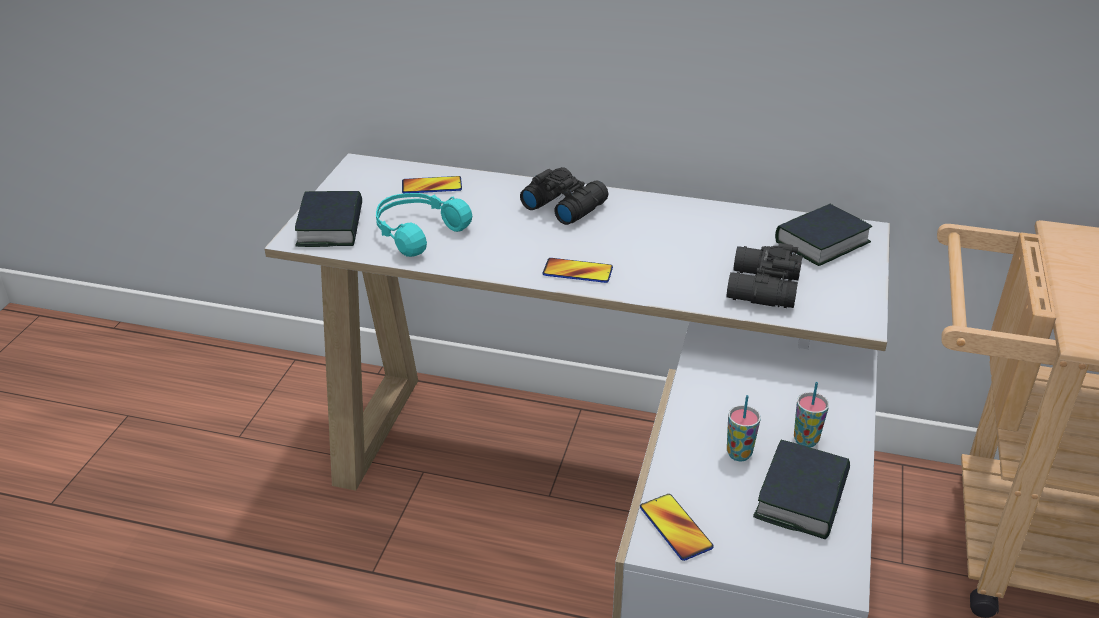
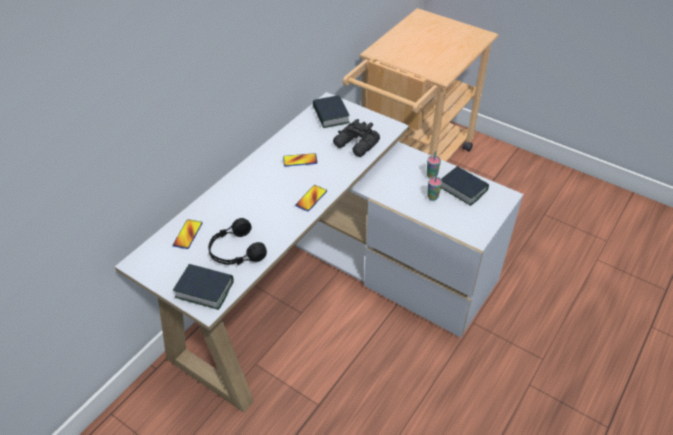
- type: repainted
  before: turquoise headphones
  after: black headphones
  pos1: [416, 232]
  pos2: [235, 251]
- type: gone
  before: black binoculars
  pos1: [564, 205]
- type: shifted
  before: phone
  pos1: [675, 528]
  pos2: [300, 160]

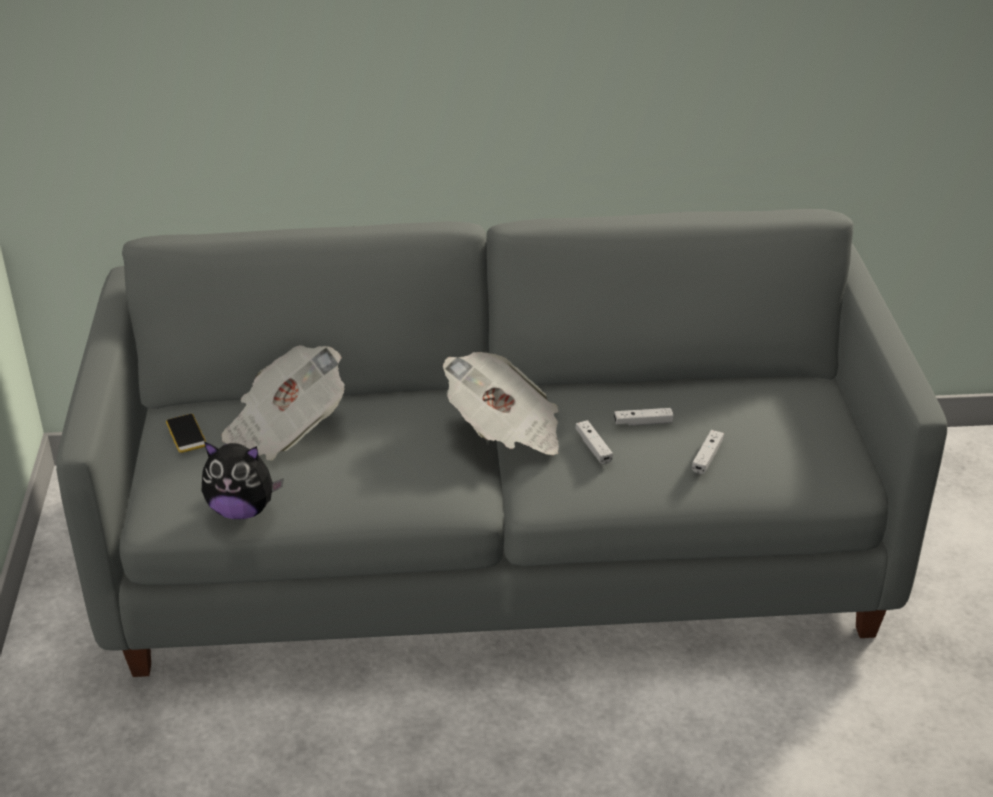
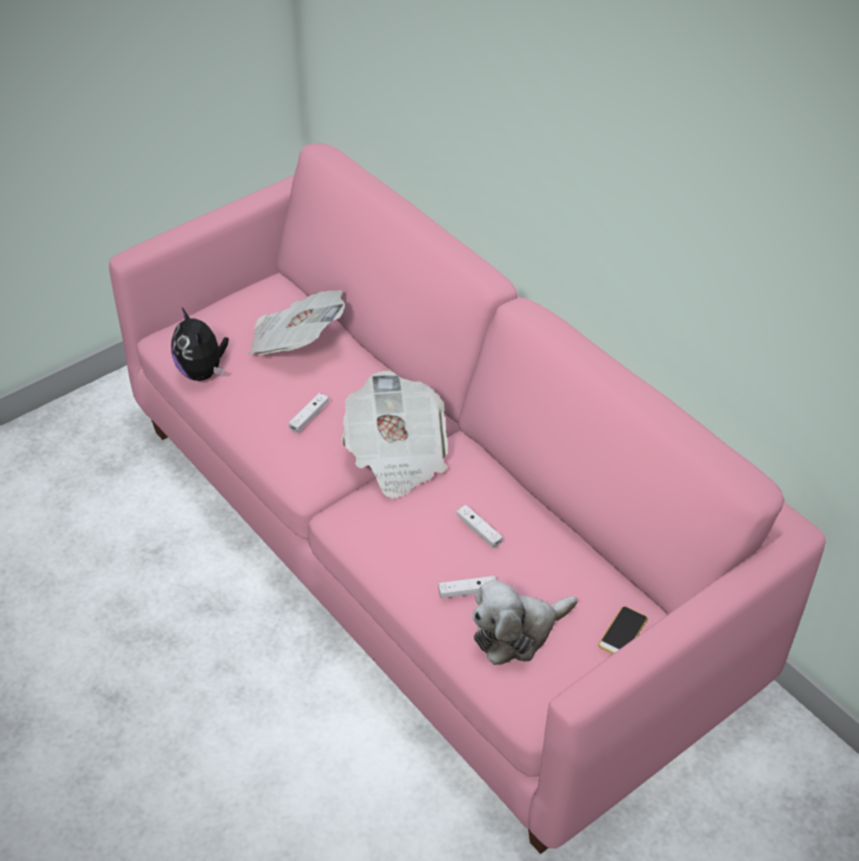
- type: repainted
  before: grey sofa
  after: pink sofa
  pos1: [497, 551]
  pos2: [430, 550]
- type: shifted
  before: phone
  pos1: [186, 434]
  pos2: [623, 632]
- type: shifted
  before: white game controller
  pos1: [593, 447]
  pos2: [309, 417]
- type: new
  after: plush toy
  pos2: [517, 632]

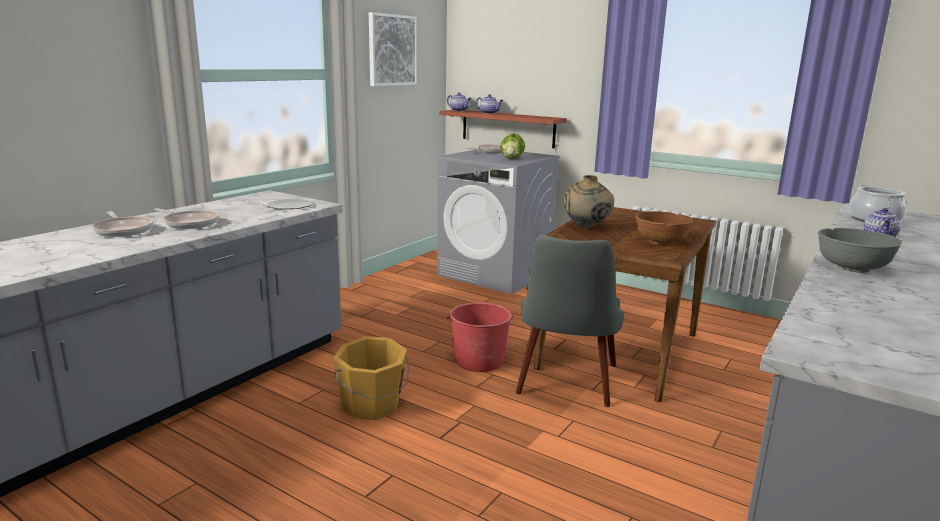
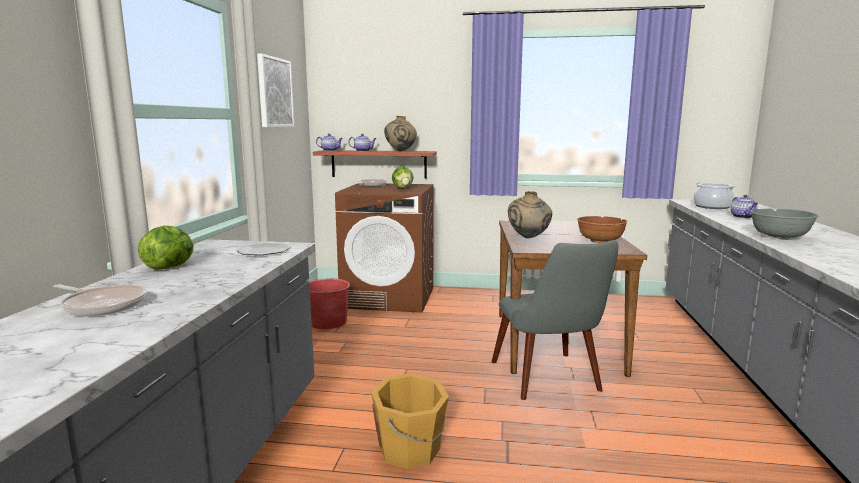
- type: gone
  before: frying pan
  pos1: [189, 223]
- type: repainted
  before: grey washing machine
  after: brown washing machine
  pos1: [495, 274]
  pos2: [389, 297]
- type: shifted
  before: red bucket
  pos1: [479, 360]
  pos2: [327, 322]
- type: new
  after: lettuce
  pos2: [170, 267]
- type: new
  after: beige vase
  pos2: [400, 151]

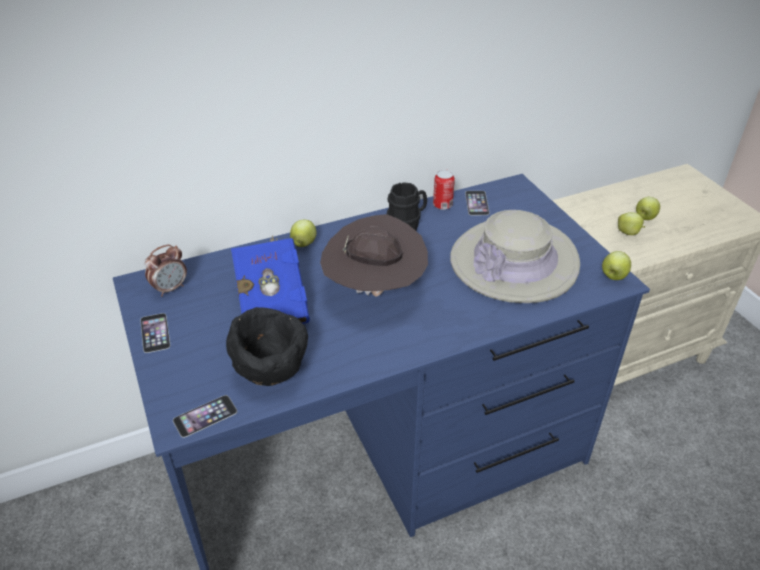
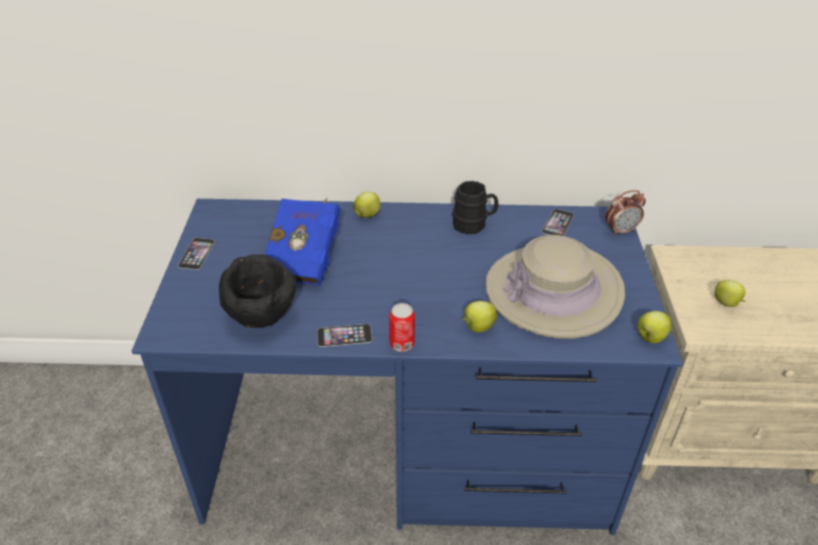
- type: shifted
  before: alarm clock
  pos1: [170, 288]
  pos2: [620, 231]
- type: shifted
  before: phone
  pos1: [205, 416]
  pos2: [344, 335]
- type: gone
  before: brown hat
  pos1: [375, 289]
- type: shifted
  before: can
  pos1: [442, 205]
  pos2: [402, 344]
- type: shifted
  before: apple
  pos1: [645, 217]
  pos2: [478, 327]

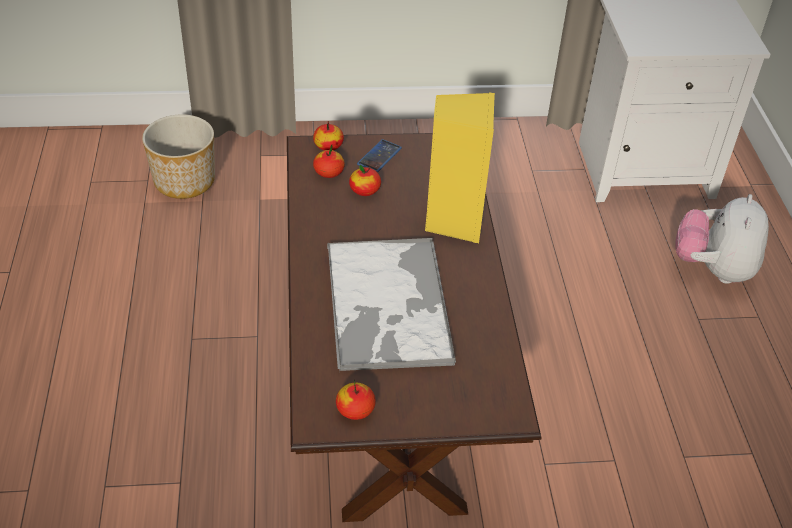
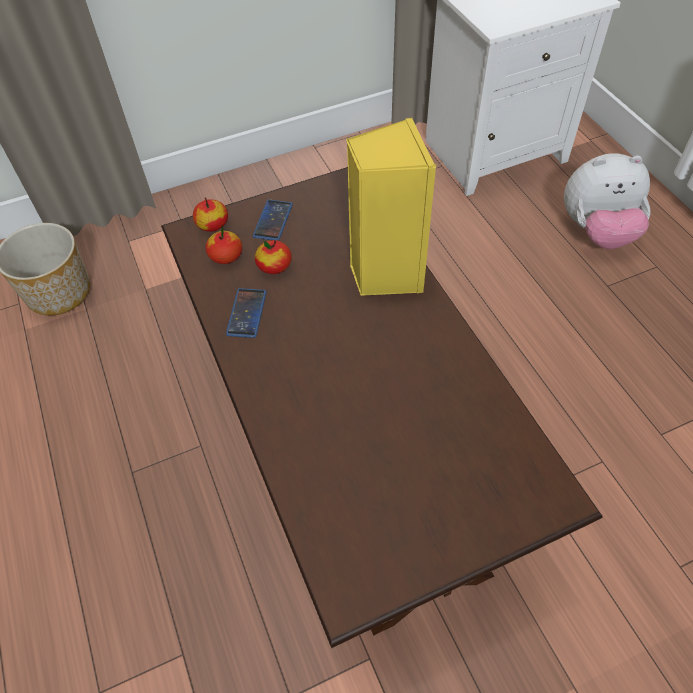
- type: gone
  before: tray
  pos1: [388, 305]
- type: gone
  before: apple
  pos1: [355, 410]
- type: rotated
  before: plush toy
  pos1: [713, 269]
  pos2: [597, 232]
  turn: -90
- type: new
  after: phone
  pos2: [246, 313]

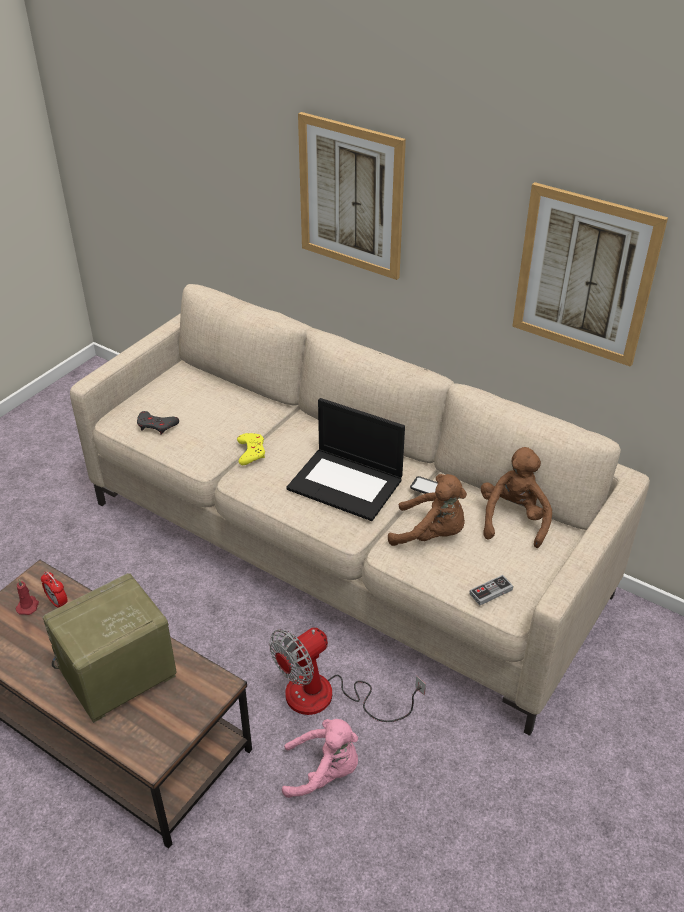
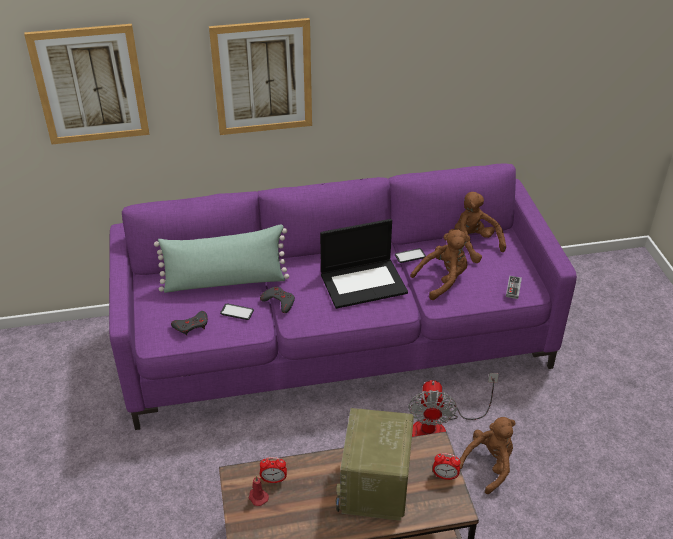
- type: repainted
  before: beige sofa
  after: purple sofa
  pos1: [342, 548]
  pos2: [336, 343]
- type: repainted
  before: yellow game controller
  after: grey game controller
  pos1: [251, 451]
  pos2: [279, 301]
- type: repainted
  before: pink plush toy
  after: brown plush toy
  pos1: [324, 771]
  pos2: [488, 465]
- type: shifted
  before: picture
  pos1: [584, 275]
  pos2: [90, 85]
- type: new
  after: green pillow
  pos2: [225, 281]
- type: new
  after: phone
  pos2: [237, 312]
- type: new
  after: alarm clock
  pos2: [445, 476]

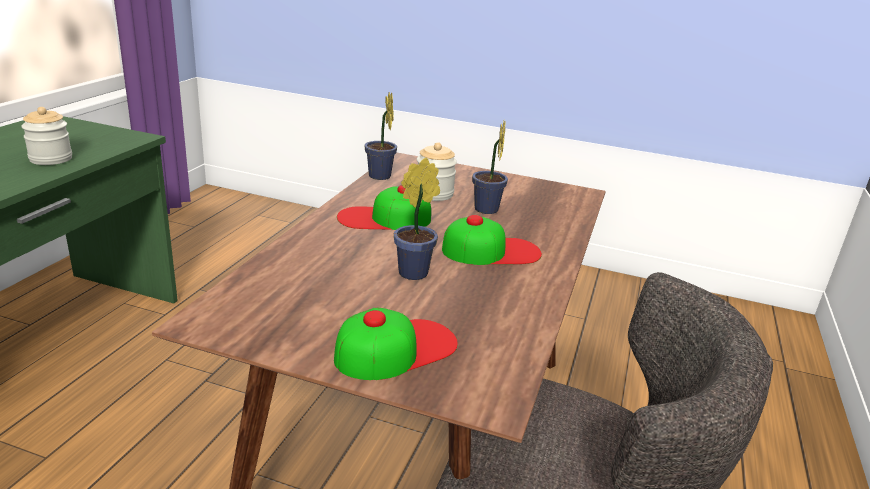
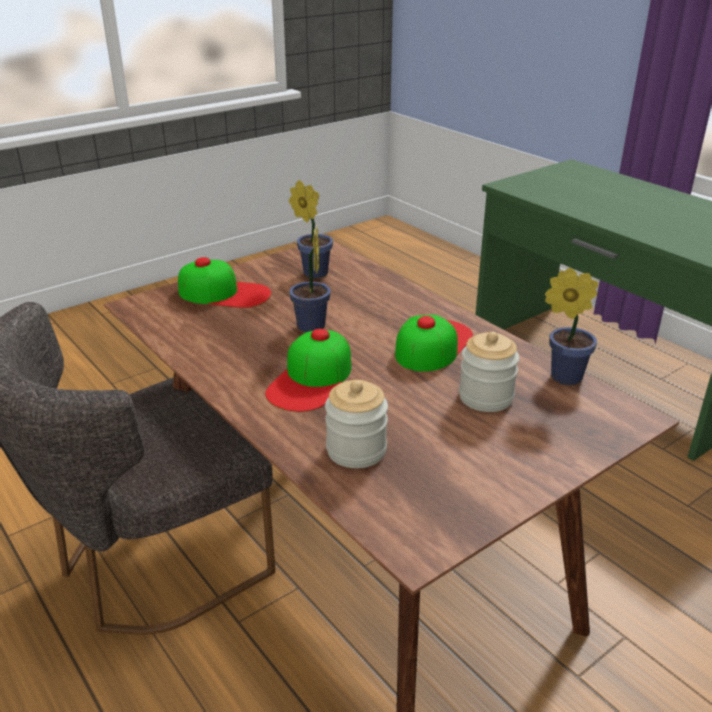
- type: shifted
  before: jar
  pos1: [51, 159]
  pos2: [356, 450]
- type: rotated
  before: cap
  pos1: [396, 348]
  pos2: [224, 293]
  turn: -75
- type: shifted
  before: potted plant
  pos1: [486, 211]
  pos2: [313, 272]

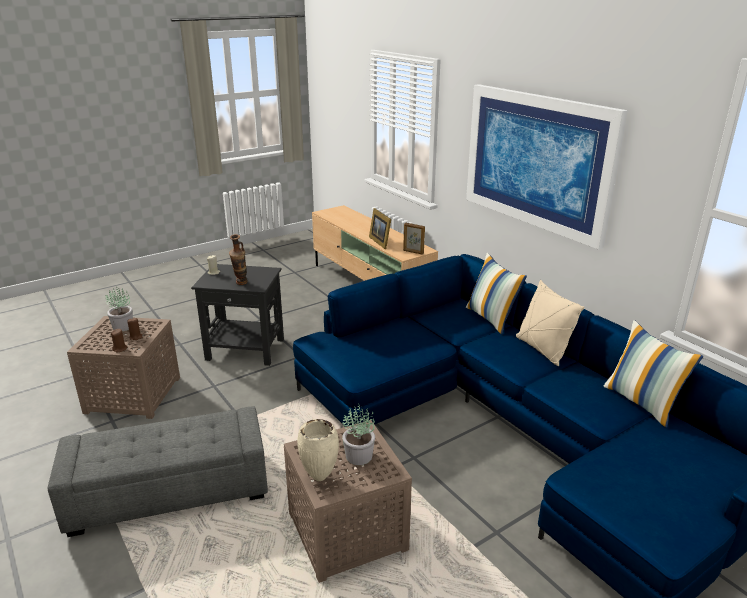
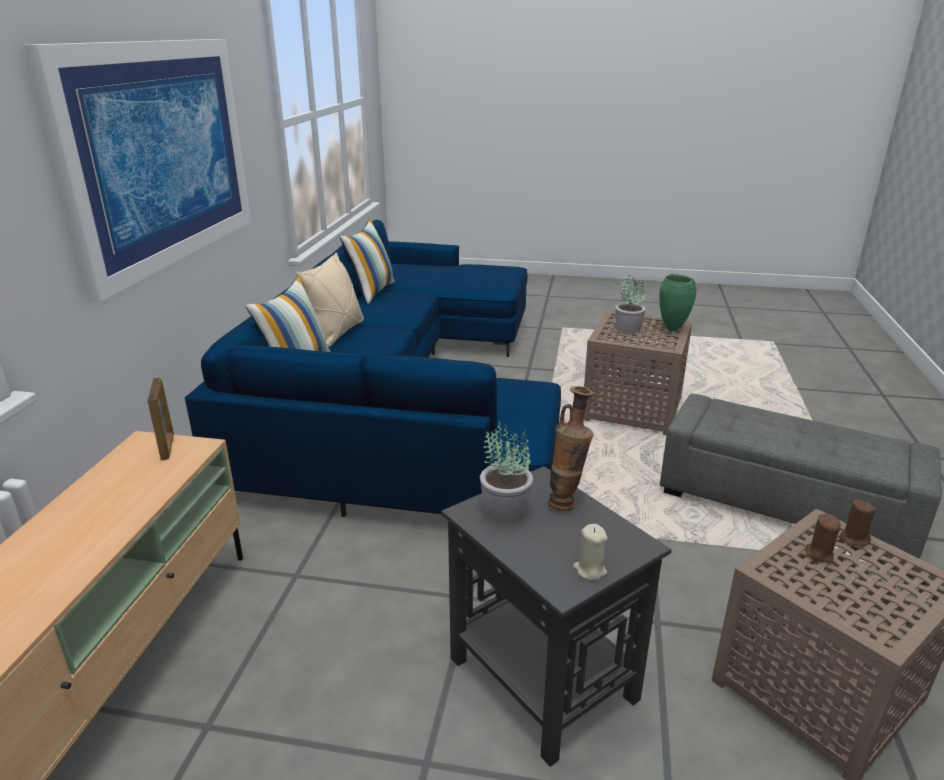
- type: shifted
  before: potted plant
  pos1: [123, 326]
  pos2: [504, 510]
- type: repainted
  before: beige vase
  after: green vase
  pos1: [319, 478]
  pos2: [673, 329]
- type: gone
  before: picture frame
  pos1: [381, 242]

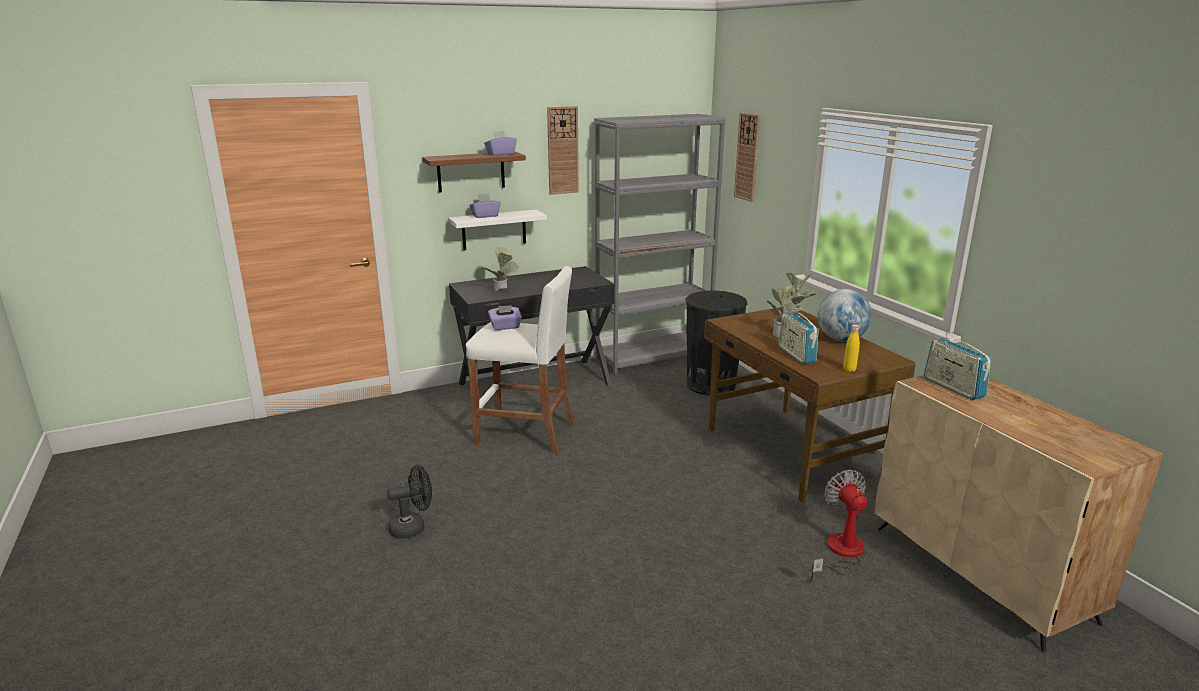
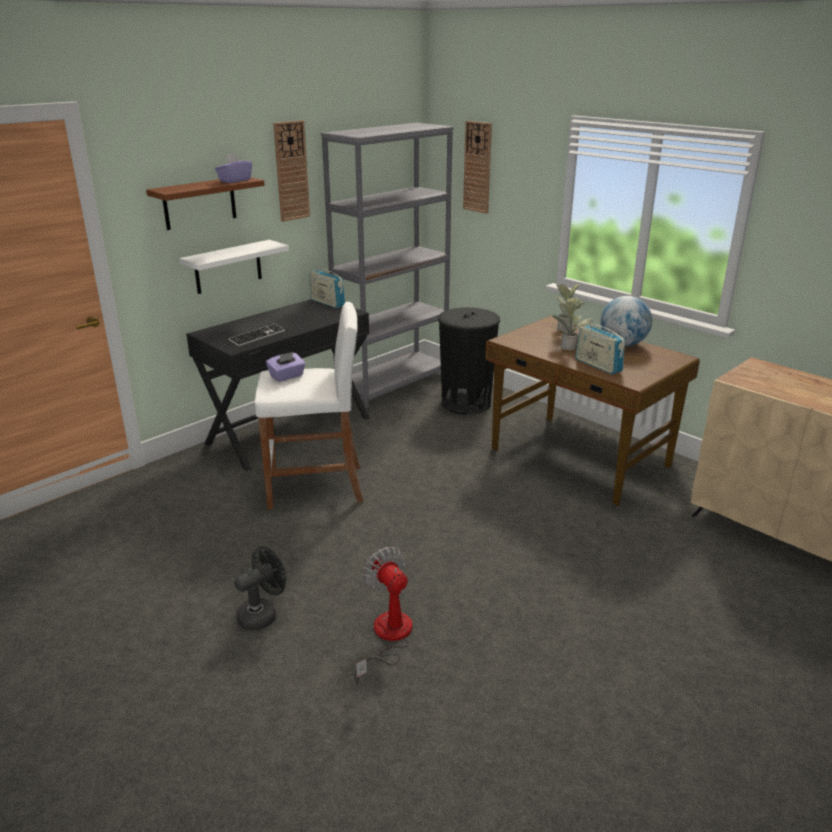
- type: gone
  before: purple tissue box
  pos1: [485, 216]
- type: swapped
  before: potted plant
  after: keyboard
  pos1: [502, 292]
  pos2: [257, 336]
- type: shifted
  before: fan
  pos1: [840, 553]
  pos2: [387, 637]
- type: gone
  before: yellow bottle
  pos1: [849, 370]
- type: shifted
  before: radio
  pos1: [953, 388]
  pos2: [327, 303]

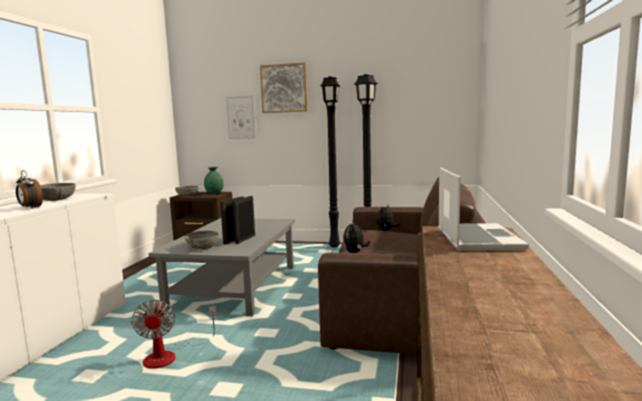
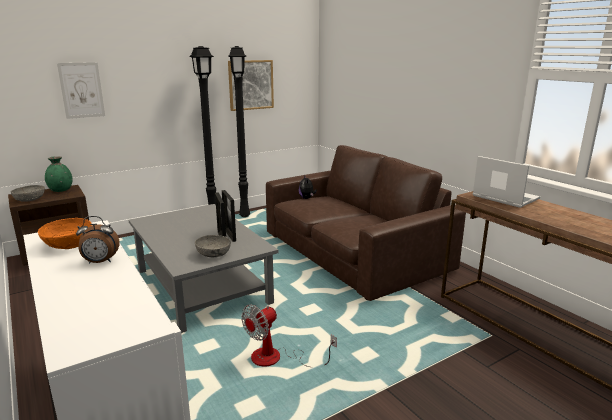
- type: repainted
  before: grey bowl
  after: orange bowl
  pos1: [56, 199]
  pos2: [68, 244]
- type: rotated
  before: fan
  pos1: [170, 356]
  pos2: [277, 359]
  turn: 105
- type: shifted
  before: picture
  pos1: [284, 88]
  pos2: [251, 85]
- type: gone
  before: plush toy
  pos1: [355, 252]

